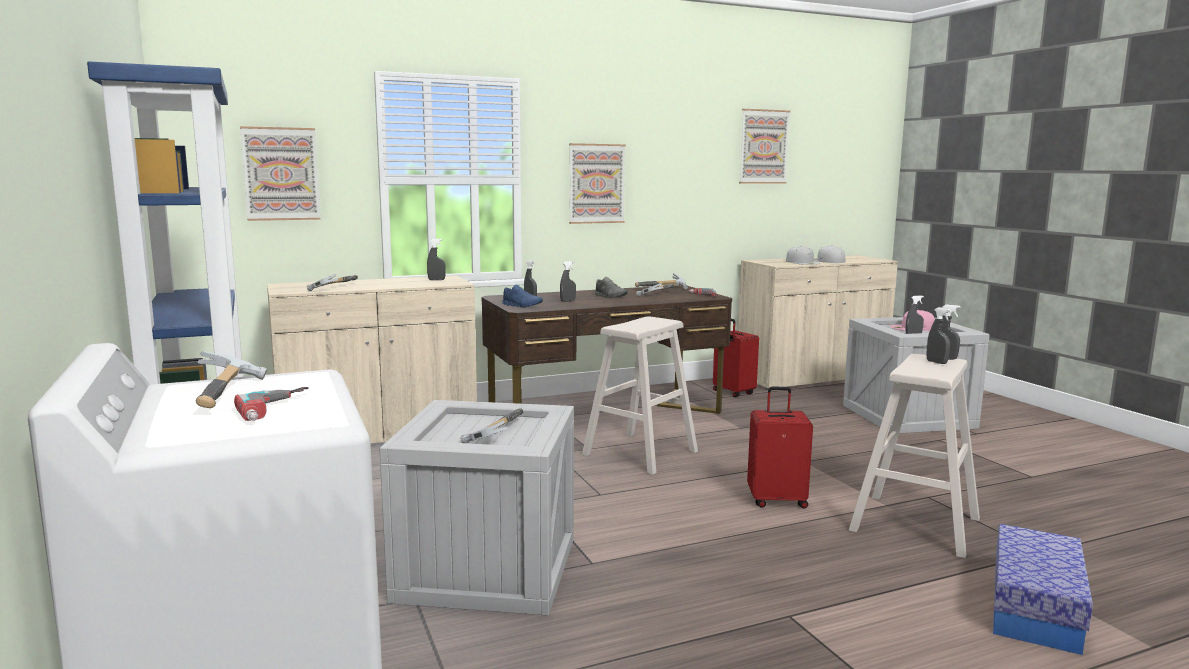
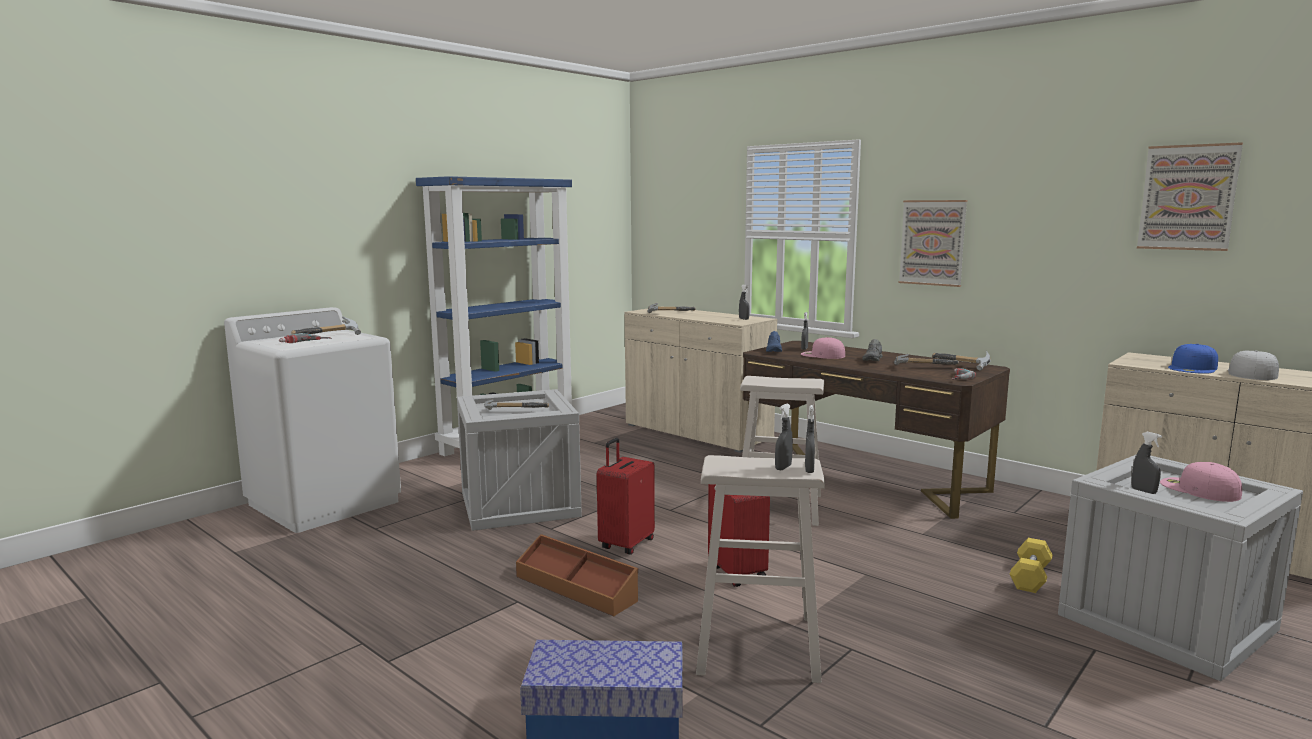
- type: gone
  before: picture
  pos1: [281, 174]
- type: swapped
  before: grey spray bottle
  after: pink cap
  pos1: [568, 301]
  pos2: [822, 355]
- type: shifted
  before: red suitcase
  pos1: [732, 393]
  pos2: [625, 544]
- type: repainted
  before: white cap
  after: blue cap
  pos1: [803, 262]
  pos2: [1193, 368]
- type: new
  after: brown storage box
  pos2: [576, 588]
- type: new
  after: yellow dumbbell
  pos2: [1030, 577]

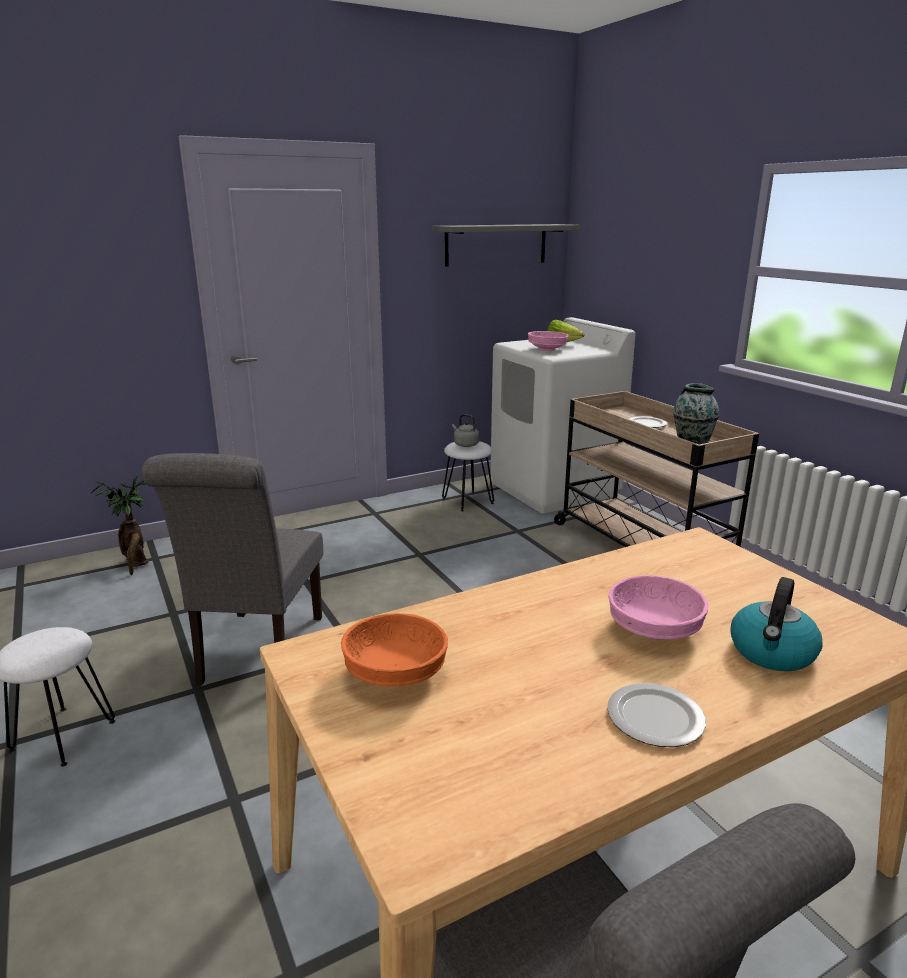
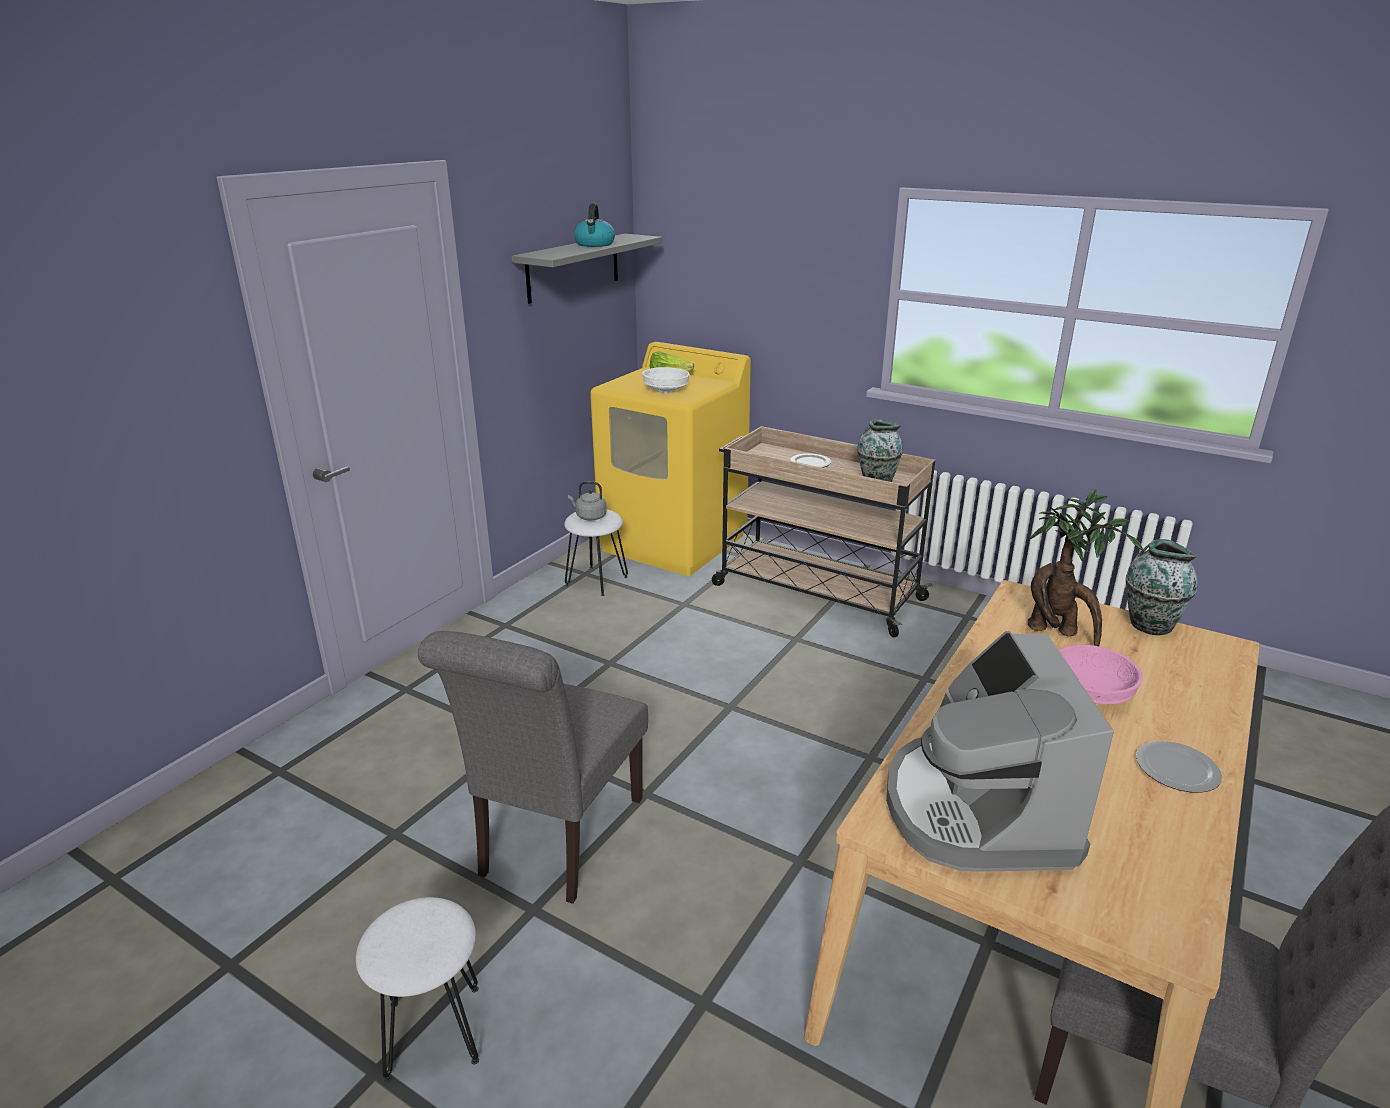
- type: shifted
  before: potted plant
  pos1: [136, 563]
  pos2: [1058, 632]
- type: rotated
  before: grey chair
  pos1: [258, 654]
  pos2: [556, 842]
  turn: 45
- type: swapped
  before: orange bowl
  after: coffee machine
  pos1: [396, 675]
  pos2: [977, 810]
- type: repainted
  before: white washing machine
  after: yellow washing machine
  pos1: [554, 489]
  pos2: [674, 543]
- type: repainted
  before: pink bowl
  after: white bowl
  pos1: [547, 350]
  pos2: [666, 391]
- type: shifted
  before: kettle
  pos1: [772, 653]
  pos2: [595, 244]
- type: new
  after: vase
  pos2: [1149, 625]

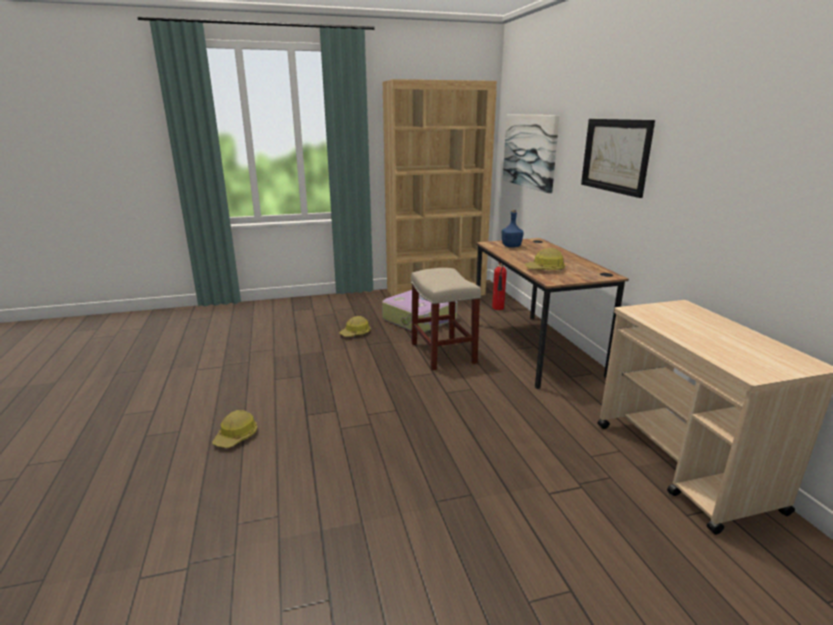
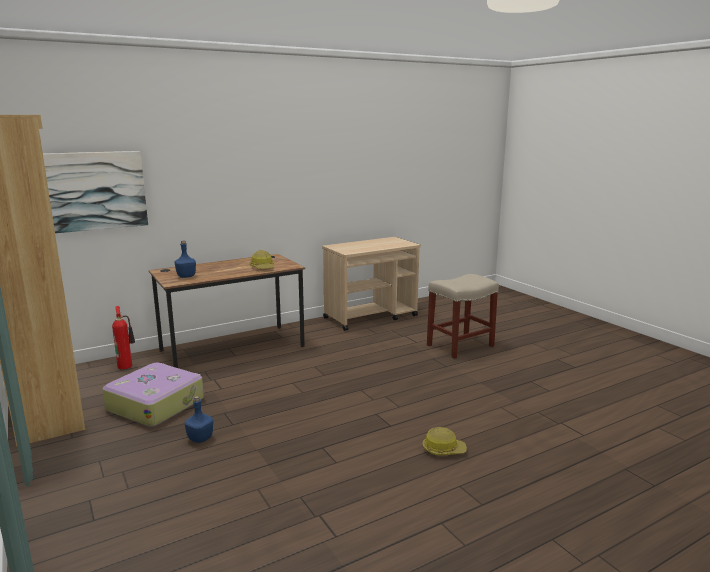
- type: swapped
  before: hard hat
  after: blue bottle
  pos1: [356, 333]
  pos2: [200, 438]
- type: shifted
  before: beige stool
  pos1: [442, 352]
  pos2: [459, 346]
- type: gone
  before: picture
  pos1: [615, 155]

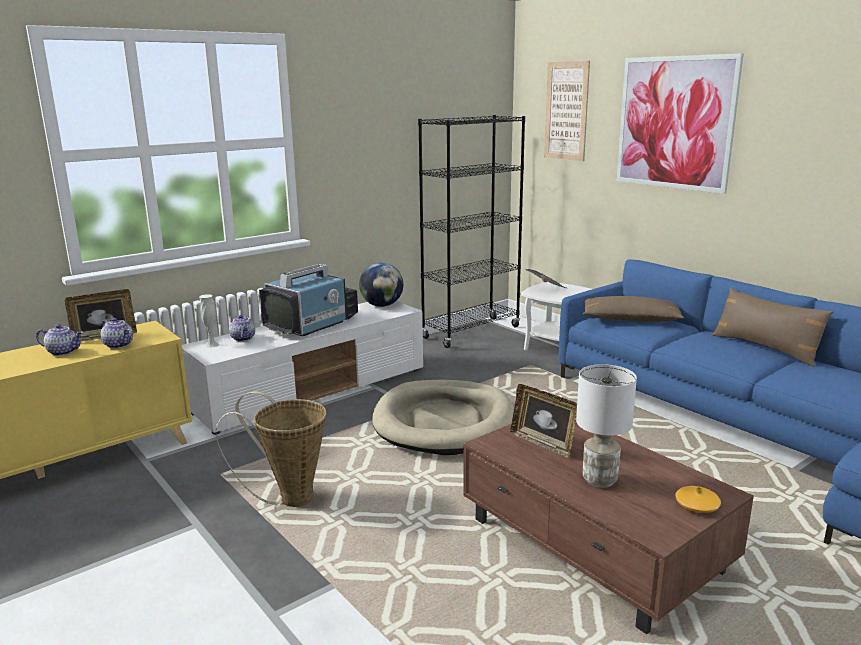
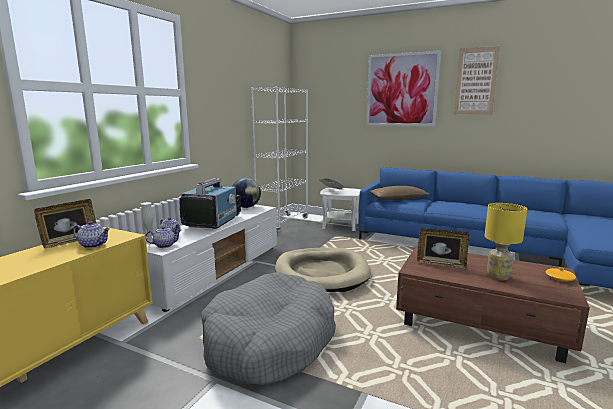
- type: shifted
  before: teapot
  pos1: [64, 352]
  pos2: [165, 245]
- type: swapped
  before: basket
  after: grey dog bed
  pos1: [289, 498]
  pos2: [269, 342]
- type: repainted
  before: black bookcase
  after: white bookcase
  pos1: [471, 332]
  pos2: [283, 224]
- type: shifted
  before: picture
  pos1: [566, 111]
  pos2: [475, 81]
- type: repainted
  before: white table lamp
  after: yellow table lamp
  pos1: [599, 480]
  pos2: [497, 276]
- type: gone
  before: brown pillow
  pos1: [765, 348]

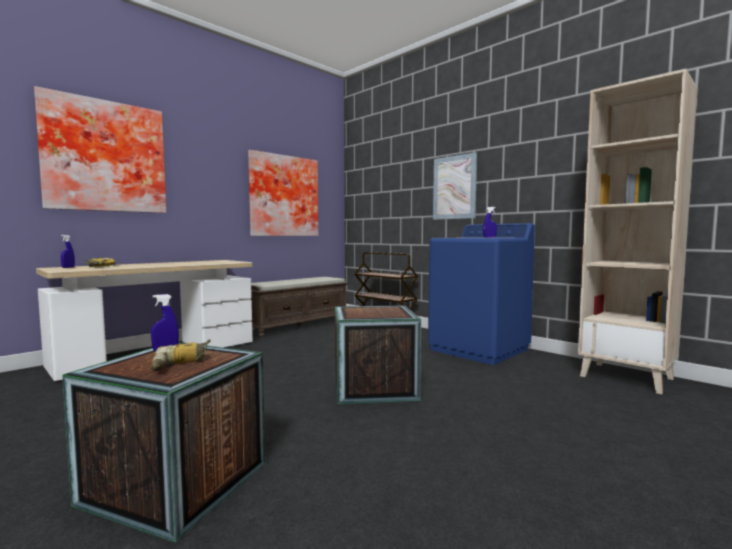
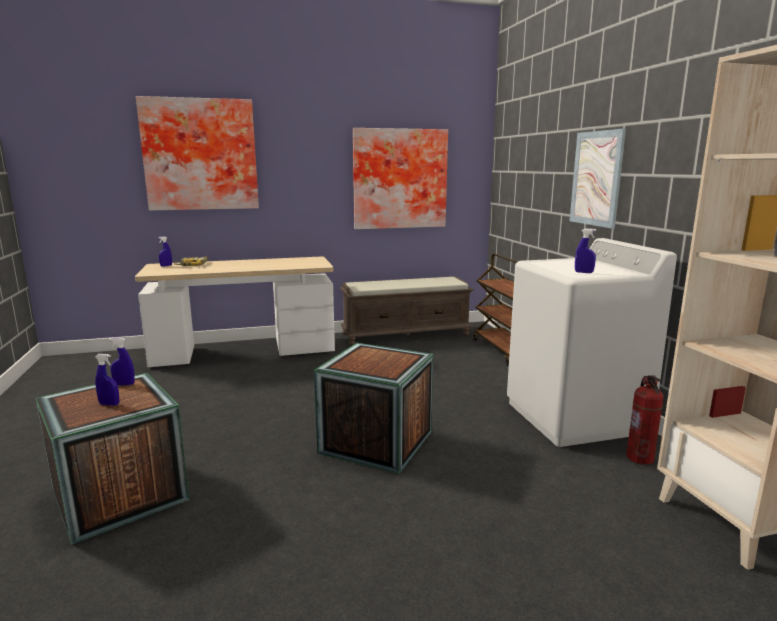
- type: swapped
  before: power drill
  after: blue spray bottle
  pos1: [182, 363]
  pos2: [109, 404]
- type: repainted
  before: blue washing machine
  after: white washing machine
  pos1: [479, 349]
  pos2: [575, 417]
- type: new
  after: fire extinguisher
  pos2: [640, 458]

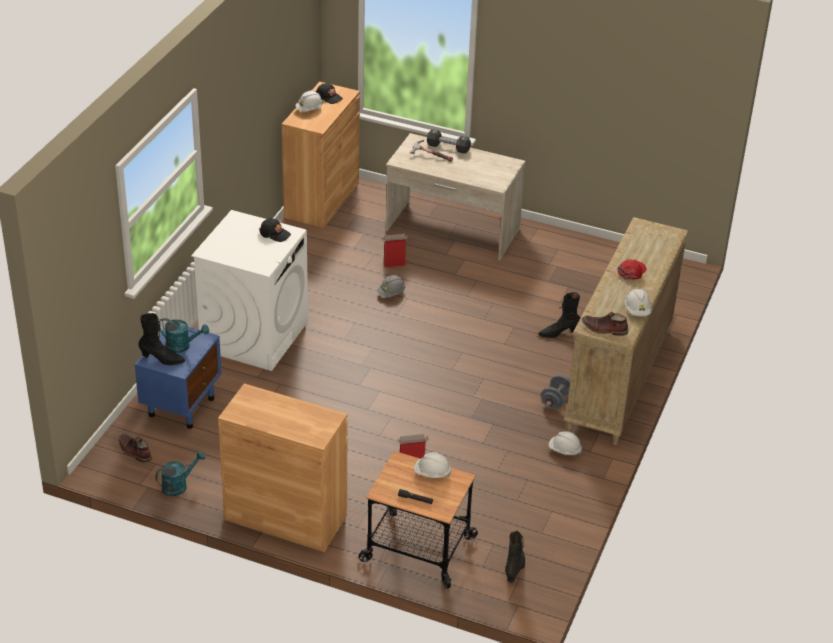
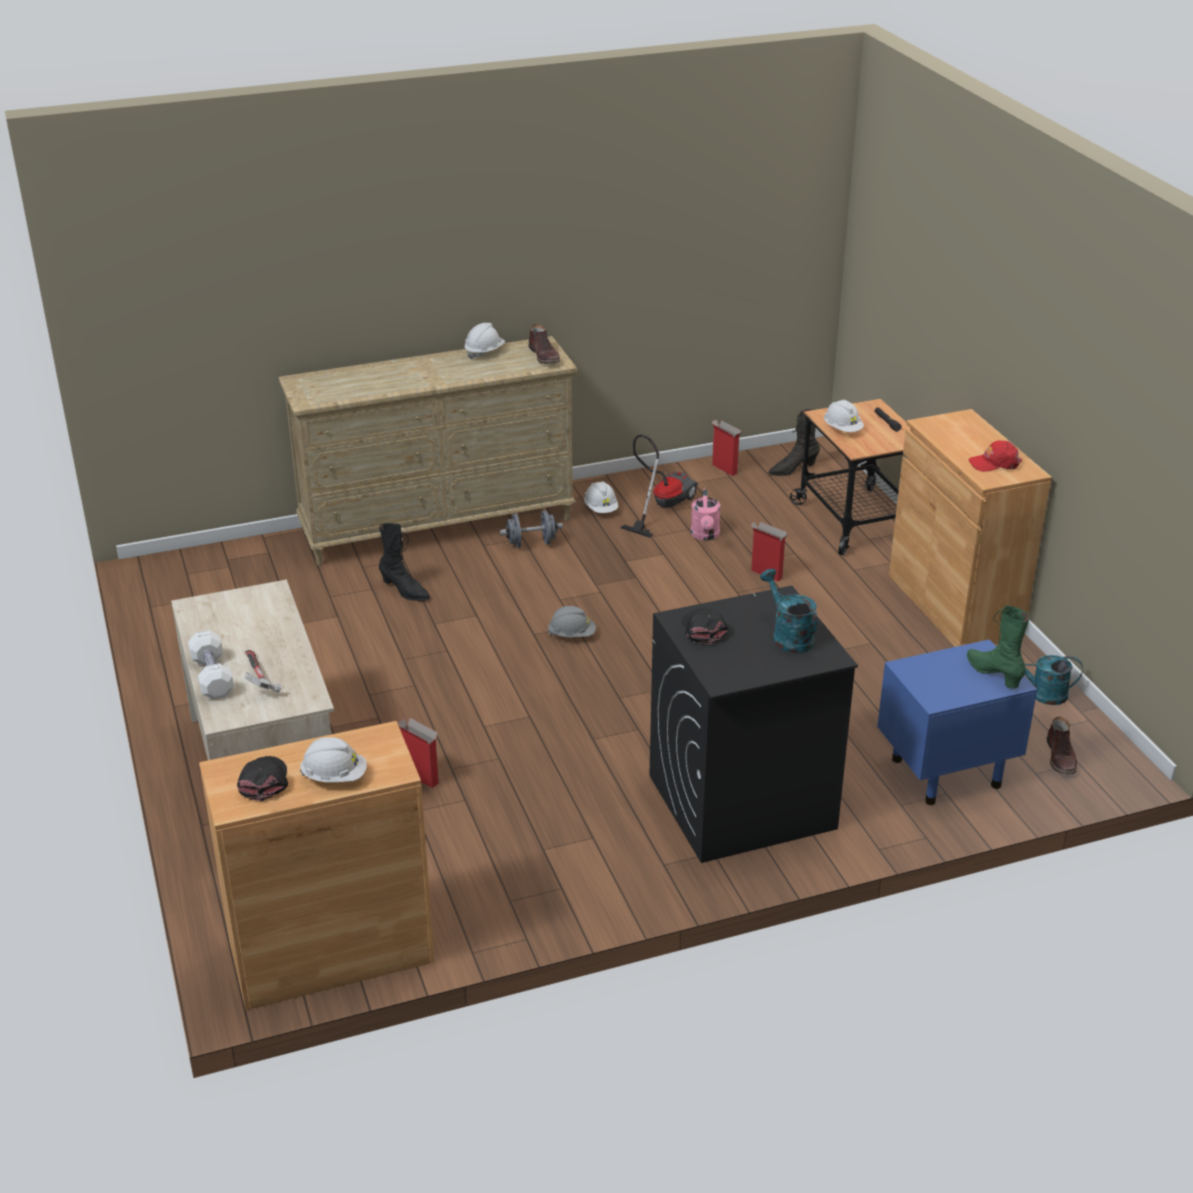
- type: repainted
  before: black boot
  after: green boot
  pos1: [162, 359]
  pos2: [993, 674]
- type: shifted
  before: turquoise watering can
  pos1: [182, 346]
  pos2: [788, 636]
- type: repainted
  before: white washing machine
  after: black washing machine
  pos1: [254, 335]
  pos2: [740, 802]
- type: shifted
  before: grey hard hat
  pos1: [391, 293]
  pos2: [572, 635]
- type: repainted
  before: black dumbbell
  after: white dumbbell
  pos1: [448, 148]
  pos2: [212, 676]
- type: shifted
  before: red cap
  pos1: [632, 272]
  pos2: [994, 463]
- type: new
  after: vacuum cleaner
  pos2: [661, 506]
- type: new
  after: pink watering can
  pos2: [705, 536]
- type: new
  after: cardboard box
  pos2: [724, 469]

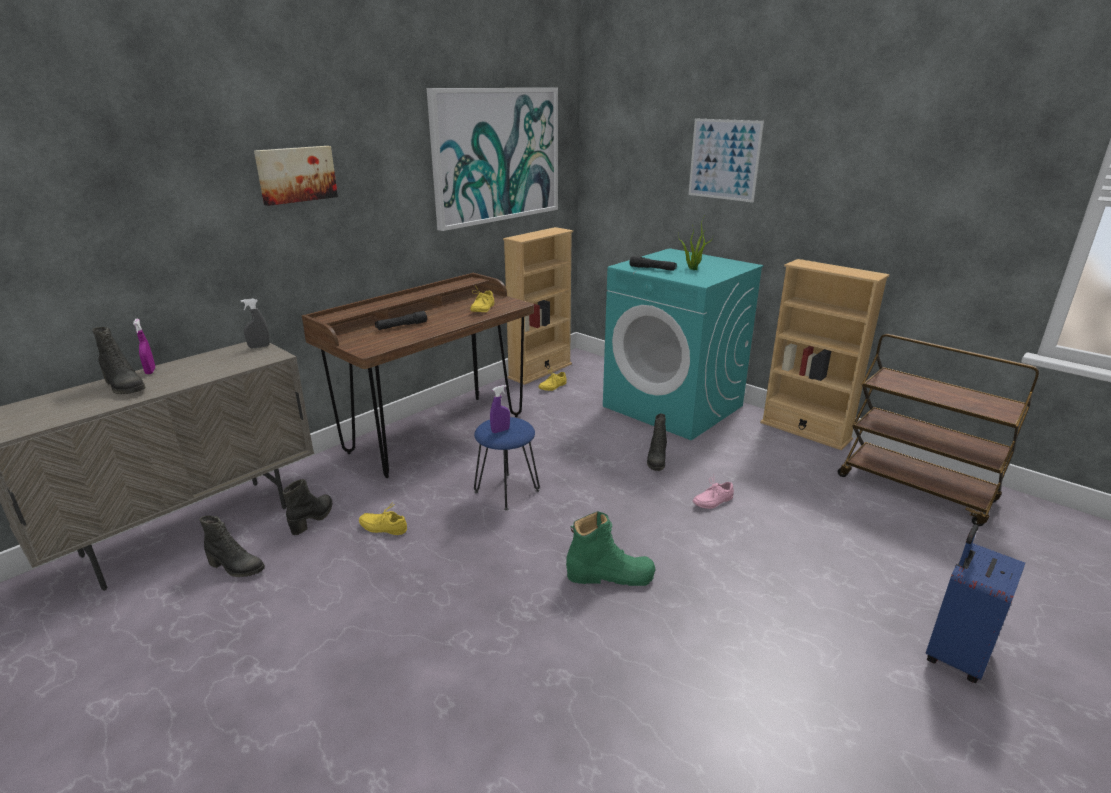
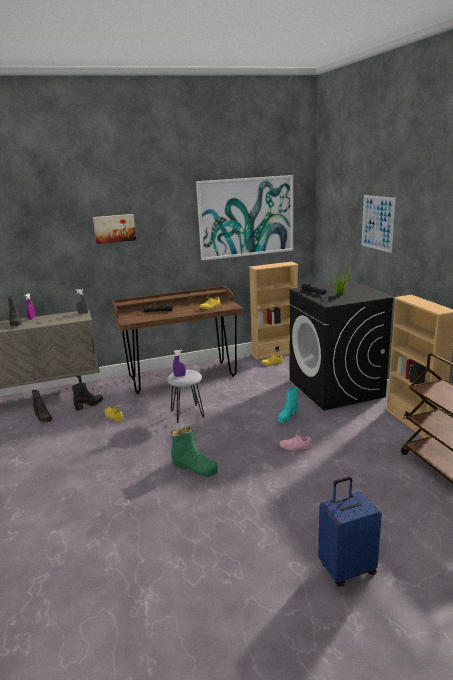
- type: repainted
  before: blue stool
  after: grey stool
  pos1: [507, 491]
  pos2: [187, 414]
- type: repainted
  before: turquoise washing machine
  after: black washing machine
  pos1: [674, 406]
  pos2: [336, 388]
- type: repainted
  before: black boot
  after: turquoise boot
  pos1: [656, 460]
  pos2: [287, 417]

